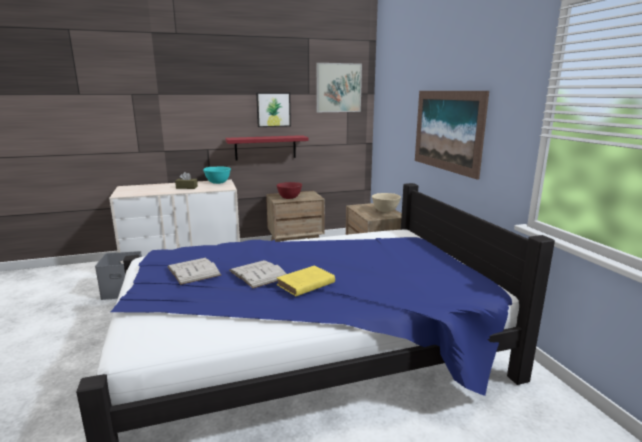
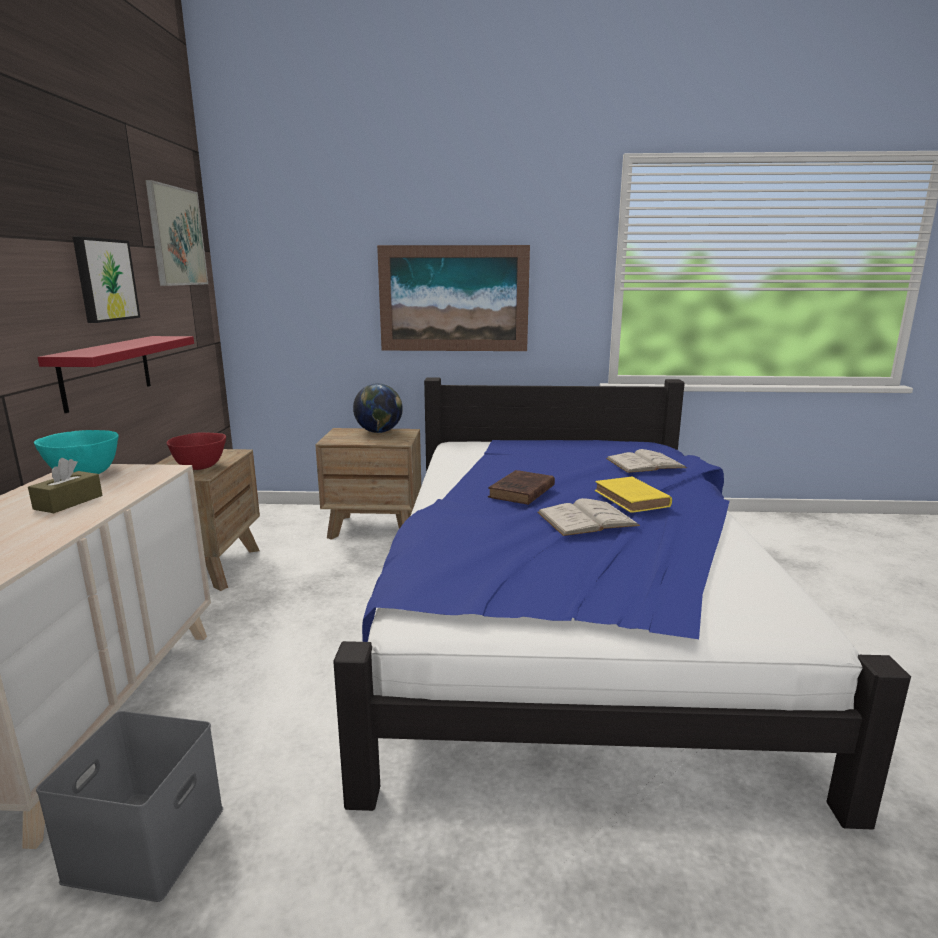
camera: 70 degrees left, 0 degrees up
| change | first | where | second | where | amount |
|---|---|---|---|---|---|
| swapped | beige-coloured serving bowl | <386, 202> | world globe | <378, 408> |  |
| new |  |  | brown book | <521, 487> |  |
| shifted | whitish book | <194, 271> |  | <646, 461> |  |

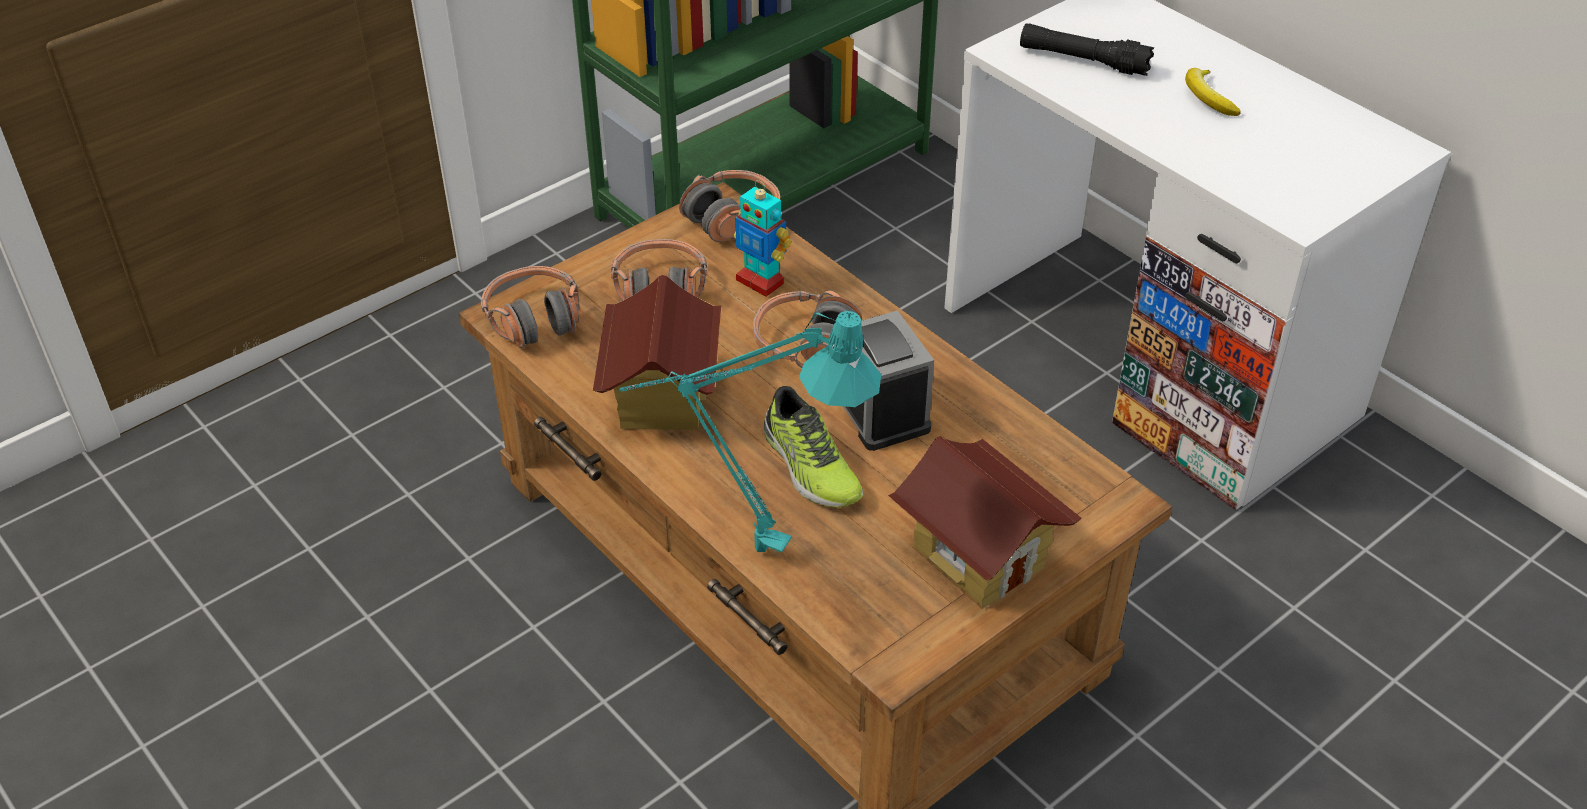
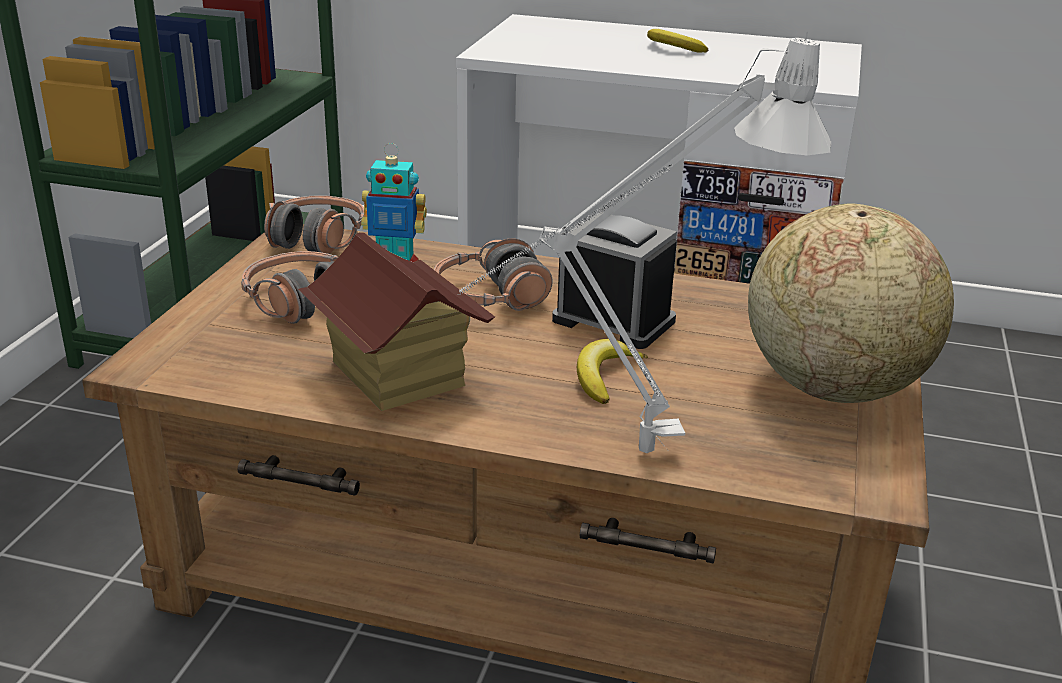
camera: 35 degrees left, 15 degrees down
| change | first | where | second | where | amount |
|---|---|---|---|---|---|
| repainted | turquoise-coloured tabletop lamp | <750, 433> | grey tabletop lamp | <644, 242> |  |
| swapped | low shoe | <813, 447> | banana | <612, 371> |  |
| swapped | toy house | <985, 522> | world globe | <851, 303> |  |
| gone | pair of headphones | <530, 307> |  |  |  |
| gone | black hand torch | <1087, 49> |  |  |  |

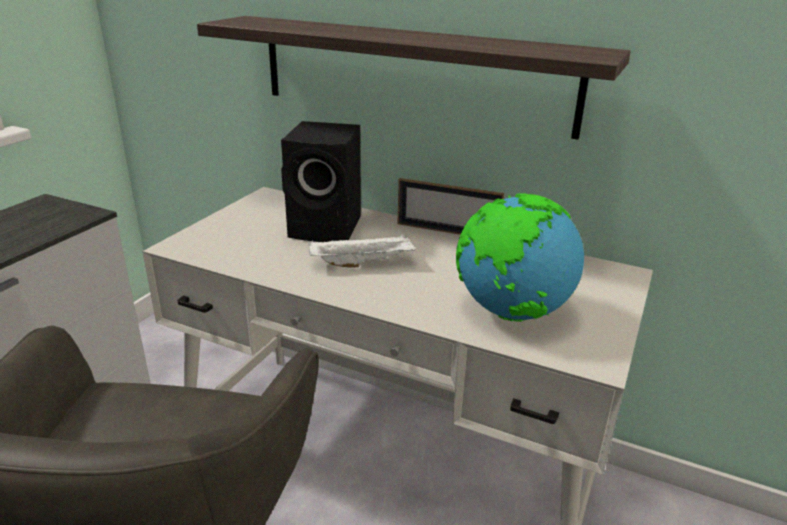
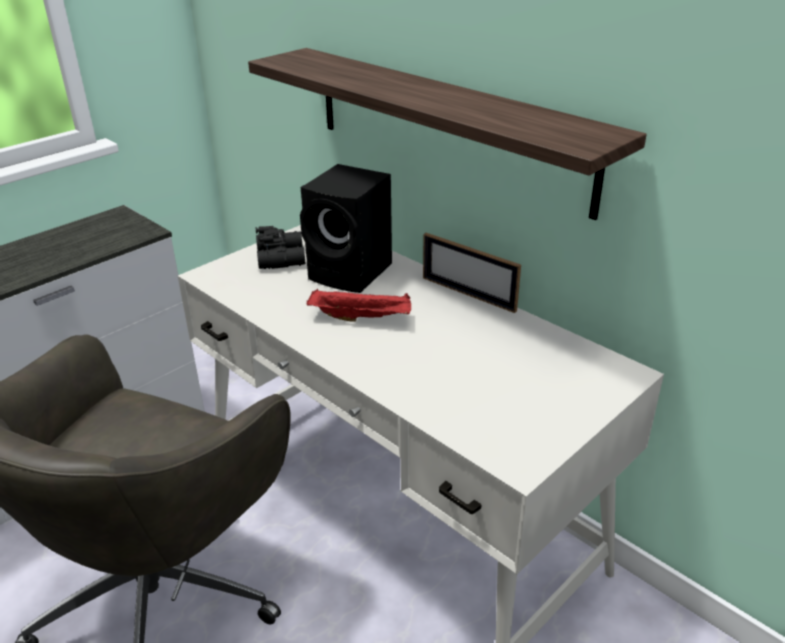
camera: 20 degrees right, 5 degrees up
| change | first | where | second | where | amount |
|---|---|---|---|---|---|
| new |  |  | black binoculars | <280, 247> |  |
| repainted | whitish tray | <362, 250> | red-coloured tray | <359, 305> |  |
| gone | world globe | <520, 257> |  |  |  |

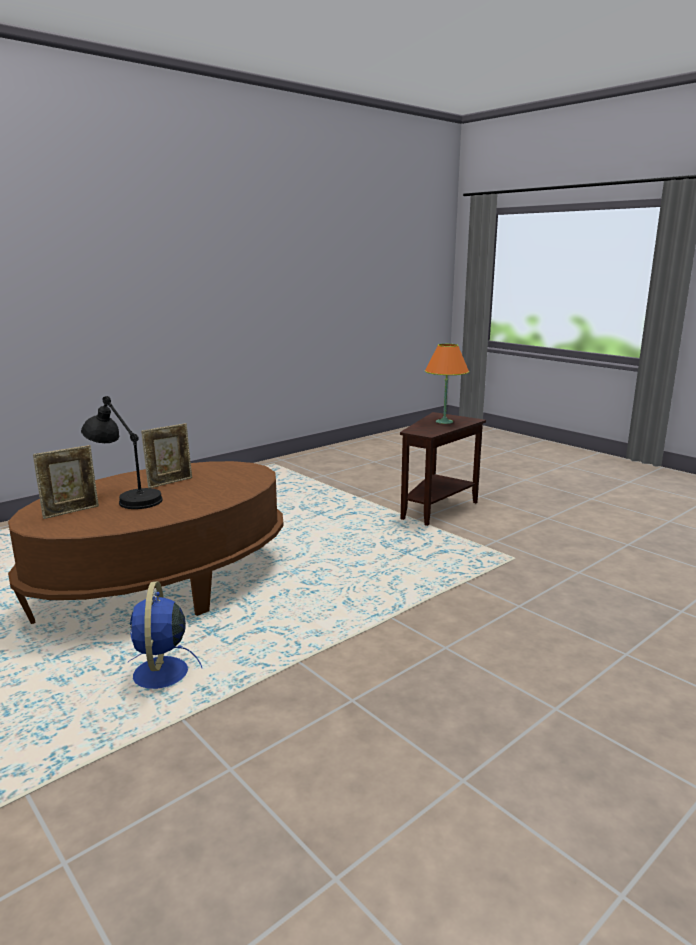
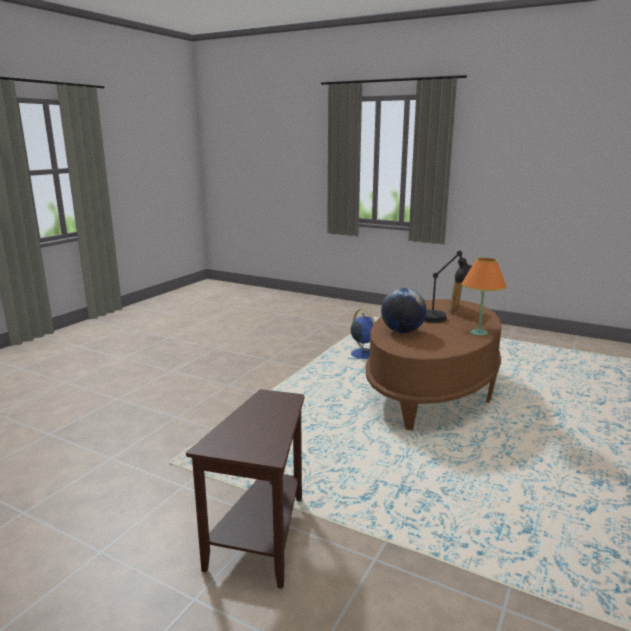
camera: 160 degrees right, 0 degrees up
| change | first | where | second | where | amount |
|---|---|---|---|---|---|
| new |  |  | world globe | <404, 310> |  |
| shifted | orange tabletop lamp | <447, 384> |  | <484, 297> |  |
| gone | photo frame | <166, 455> |  |  |  |

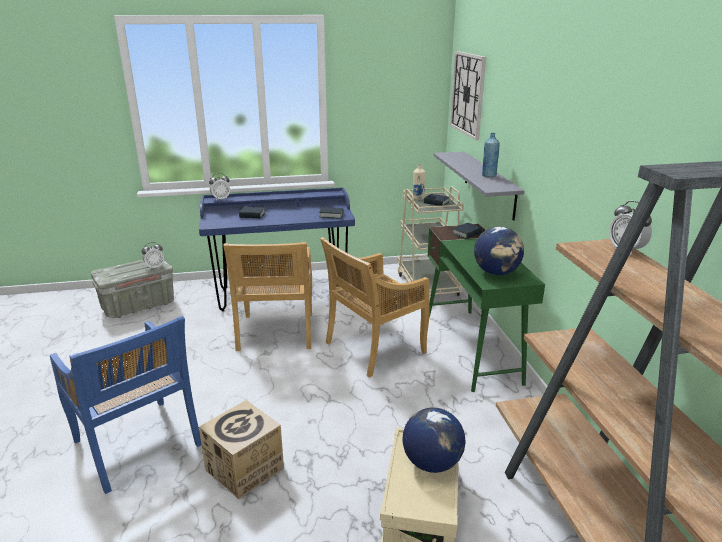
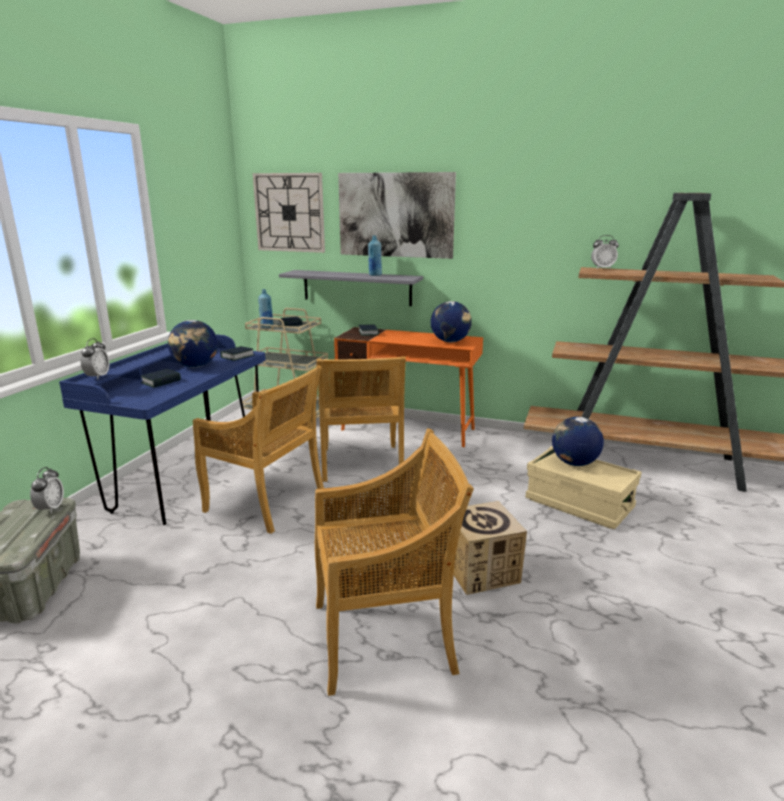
camera: 60 degrees left, 5 degrees down
| change | first | where | second | where | amount |
|---|---|---|---|---|---|
| new |  |  | world globe | <193, 344> |  |
| repainted | beige-coloured bottle | <419, 182> | blue-coloured bottle | <265, 308> |  |
| repainted | blue-coloured chair | <125, 404> | beige-coloured chair | <394, 562> |  |
| repainted | green desk | <486, 308> | orange desk | <408, 387> |  |
| new |  |  | picture | <397, 215> |  |

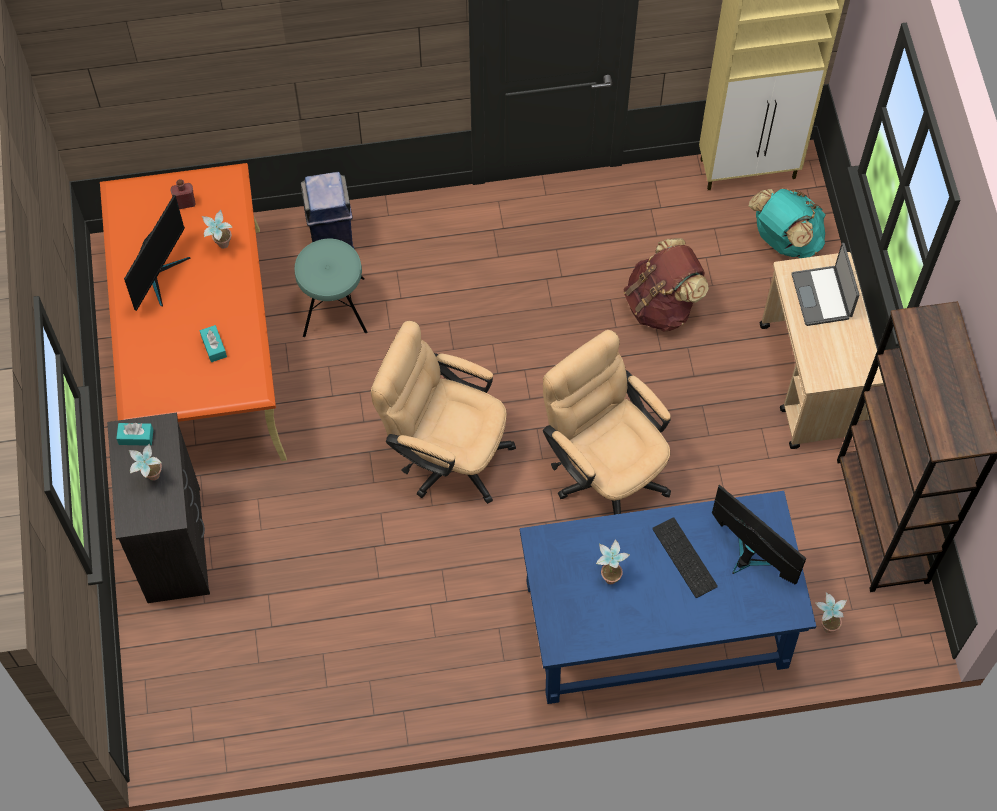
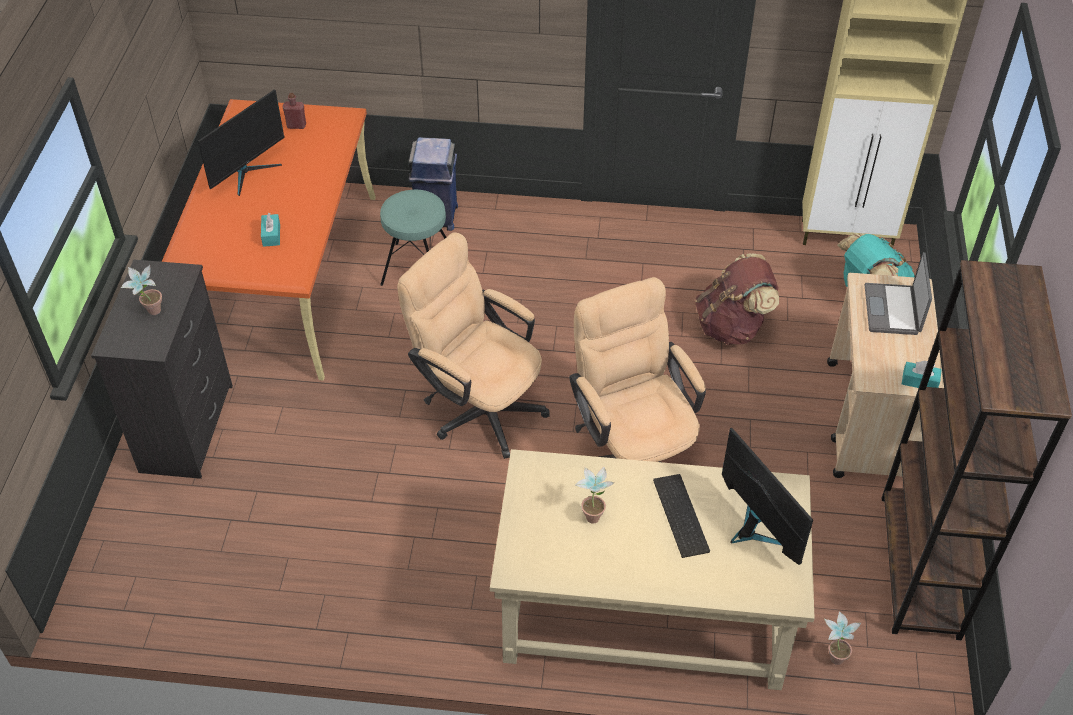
camera: 15 degrees right, 15 degrees down
| change | first | where | second | where | amount |
|---|---|---|---|---|---|
| repainted | blue-coloured desk | <668, 597> | beige-coloured desk | <652, 569> |  |
| shifted | turquoise-coloured box of tissues | <134, 434> |  | <922, 374> |  |
| gone | potted plant | <217, 229> |  |  |  |

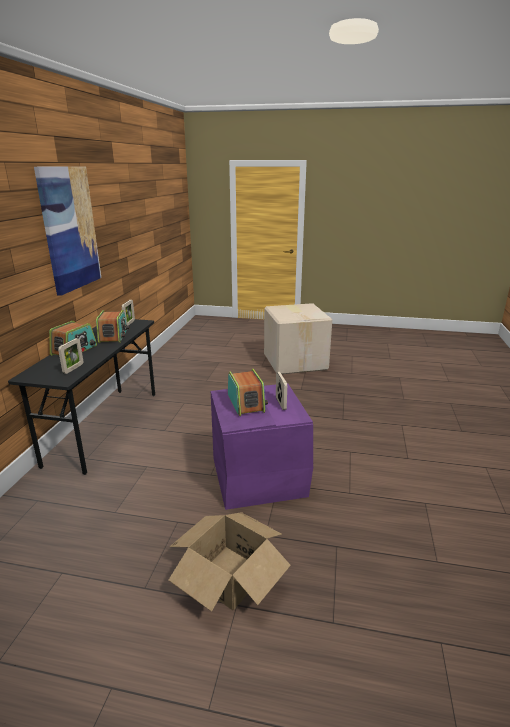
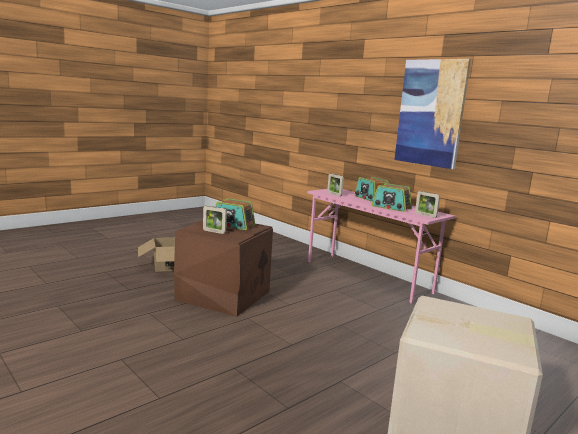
camera: 125 degrees right, 10 degrees down
| change | first | where | second | where | amount |
|---|---|---|---|---|---|
| repainted | purplish storage container | <262, 446> | brown storage container | <223, 268> |  |
| repainted | black desk | <81, 397> | pink desk | <381, 246> |  |

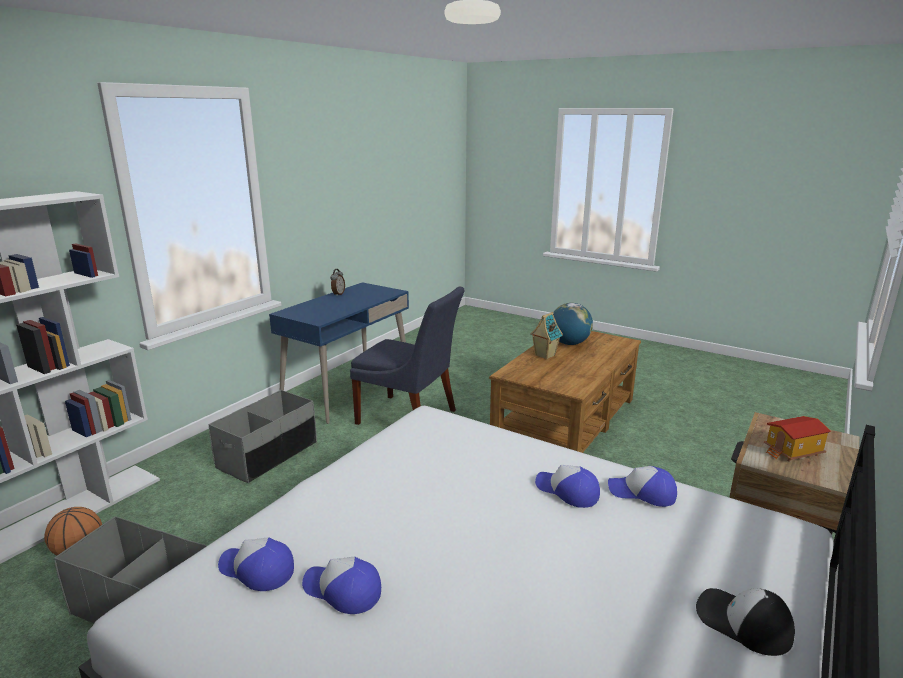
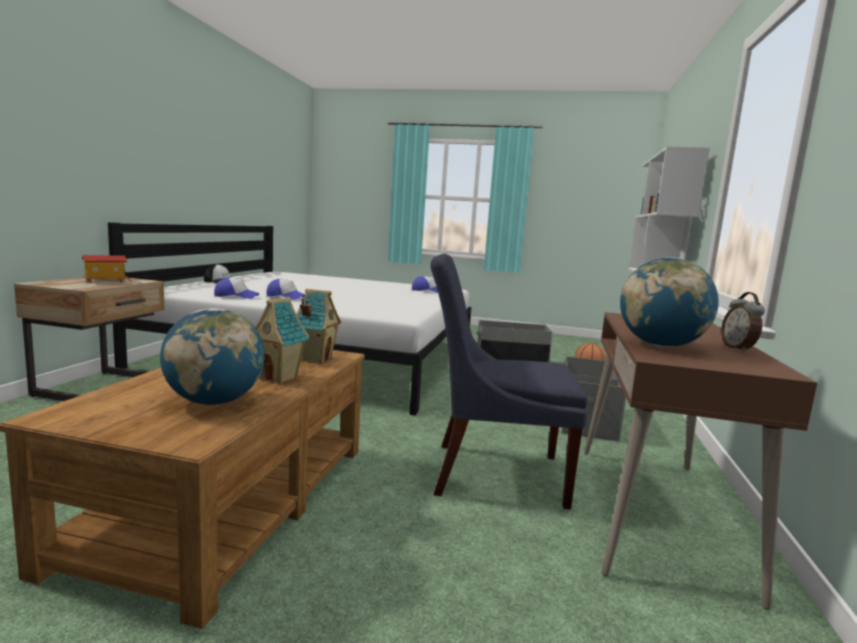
camera: 160 degrees right, 10 degrees down
| change | first | where | second | where | amount |
|---|---|---|---|---|---|
| new |  |  | toy house | <318, 326> |  |
| repainted | blue-coloured desk | <339, 353> | brown desk | <700, 461> |  |
| new |  |  | world globe | <669, 302> |  |
| gone | baseball cap | <341, 585> |  |  |  |

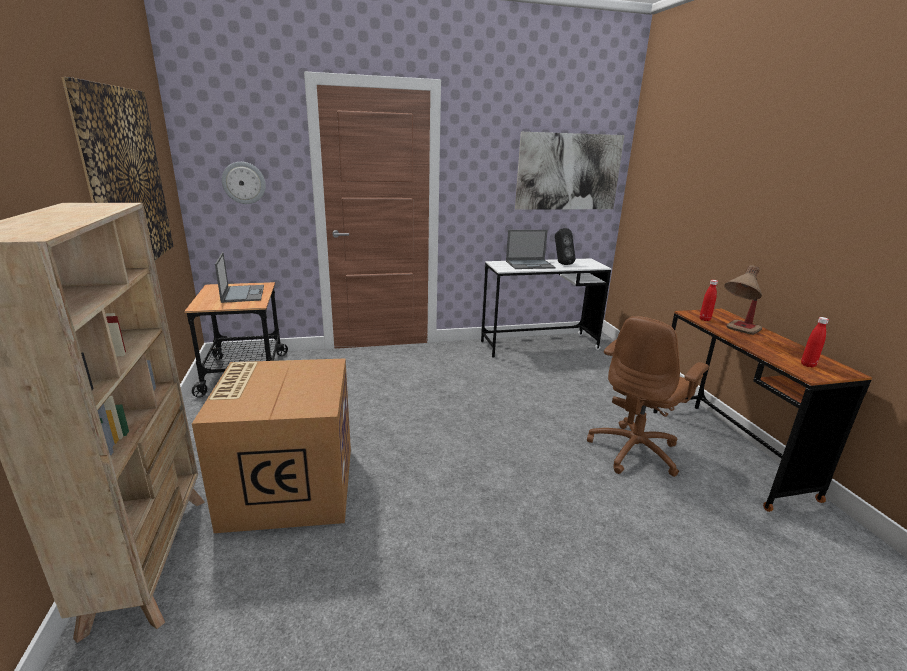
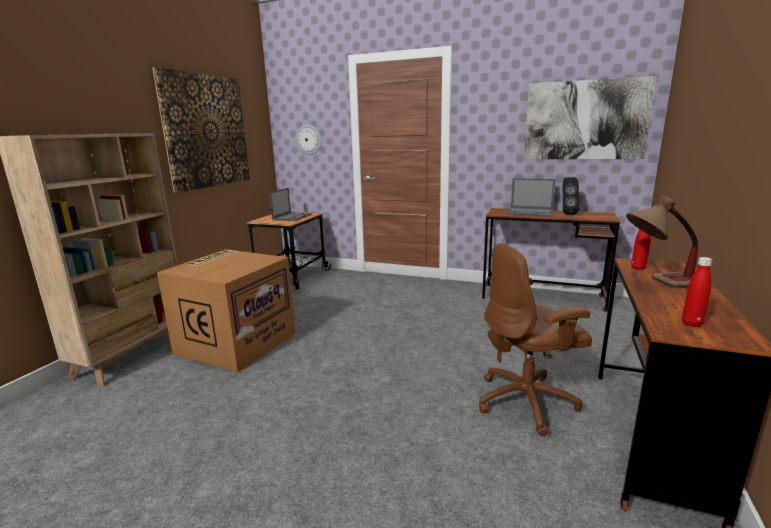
camera: 35 degrees right, 5 degrees down
| change | first | where | second | where | amount |
|---|---|---|---|---|---|
| repainted | whitish desk | <546, 307> | brown desk | <551, 260> |  |

